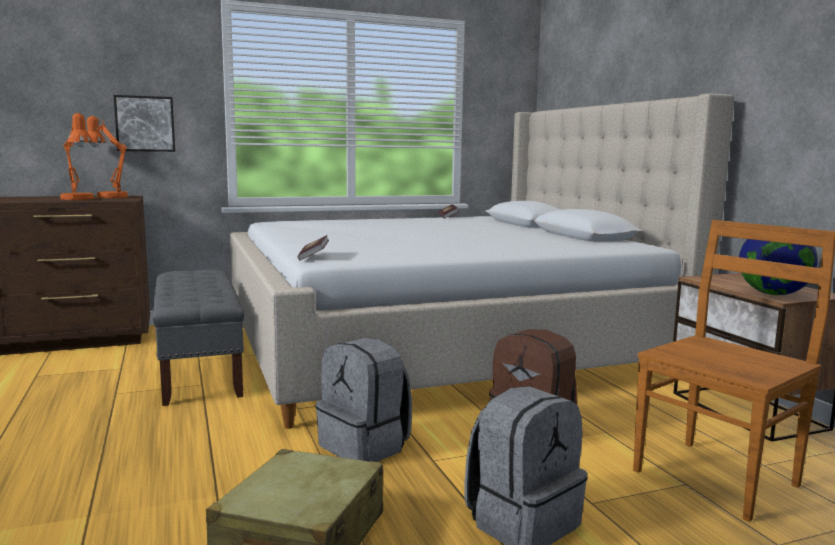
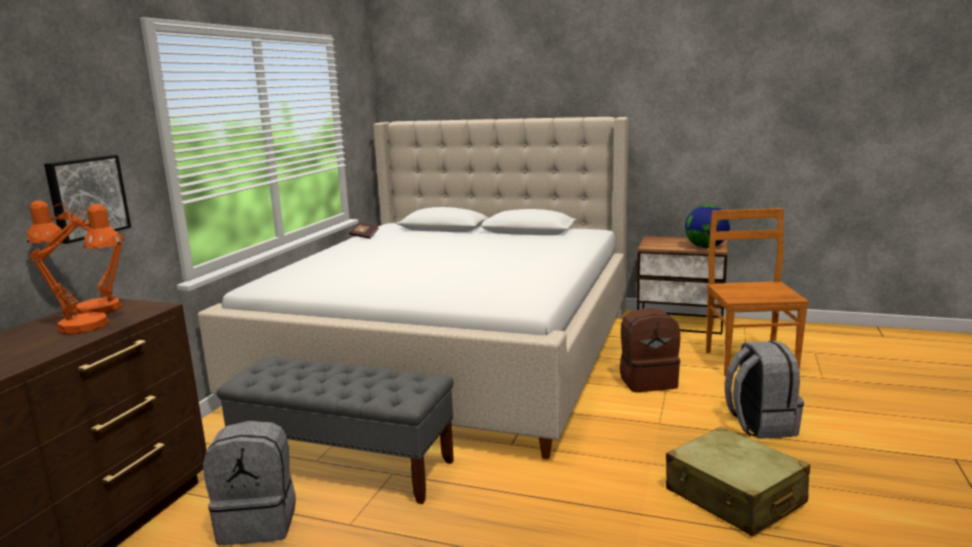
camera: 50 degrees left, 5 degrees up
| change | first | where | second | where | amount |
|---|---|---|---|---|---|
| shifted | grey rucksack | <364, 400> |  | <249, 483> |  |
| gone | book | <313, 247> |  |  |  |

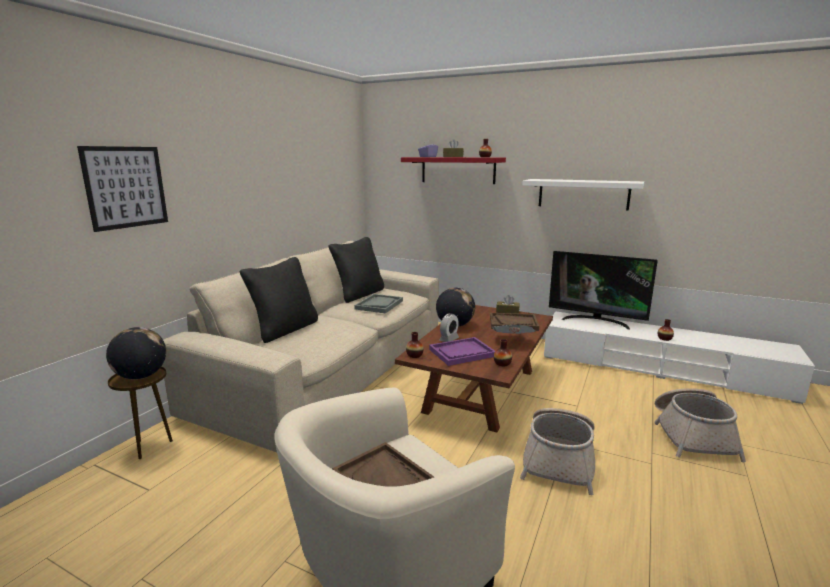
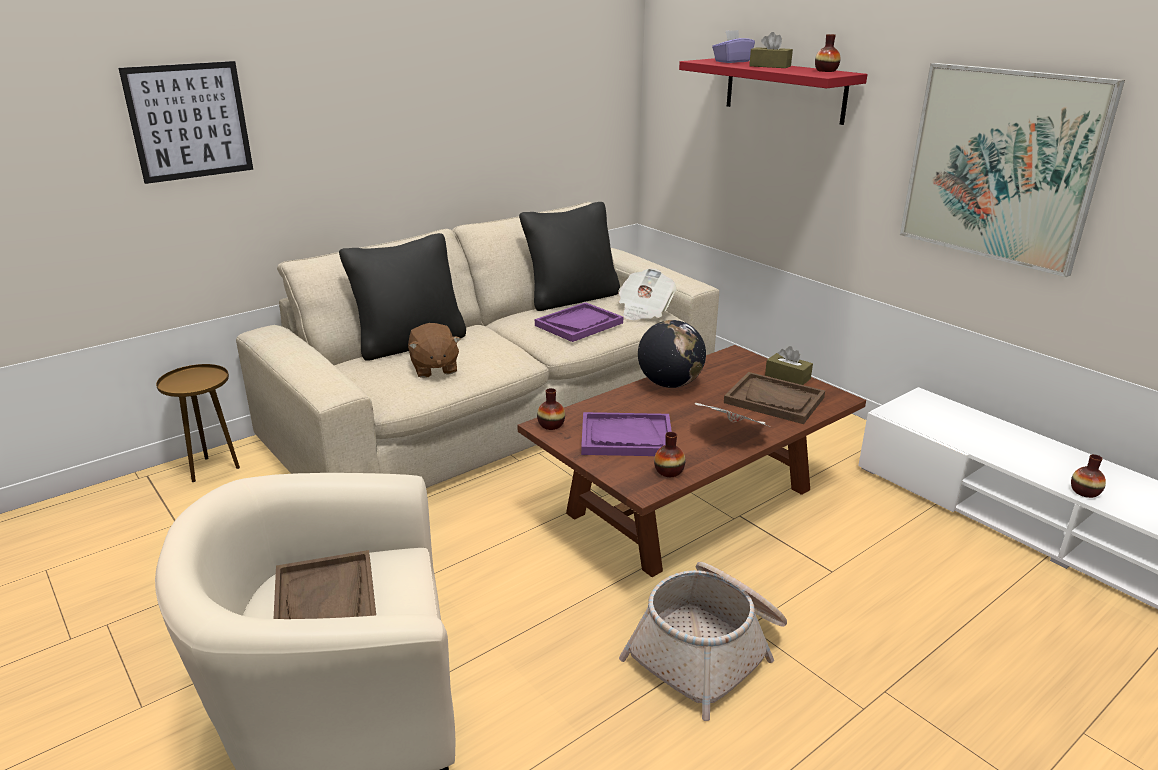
camera: 25 degrees right, 10 degrees up
| change | first | where | second | where | amount |
|---|---|---|---|---|---|
| new |  |  | brown soft toy | <434, 350> |  |
| repainted | grey tray | <378, 304> | purplish tray | <579, 322> |  |
| new |  |  | printed paper | <647, 294> |  |
| swapped | whitish shelf | <583, 194> | picture | <1012, 170> |  |
| gone | world globe | <136, 353> |  |  |  |
| gone | bedside clock | <449, 327> |  |  |  |
| gone | television | <603, 290> |  |  |  |
| gone | household basket | <700, 425> |  |  |  |

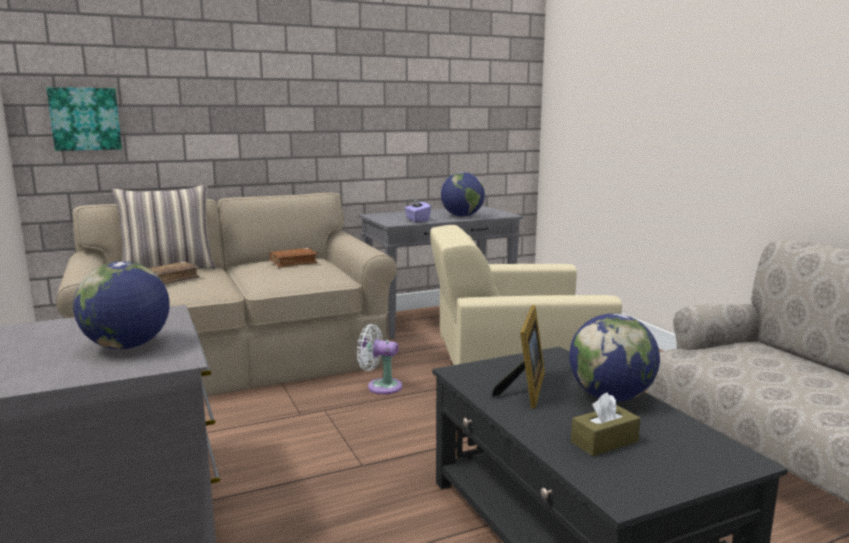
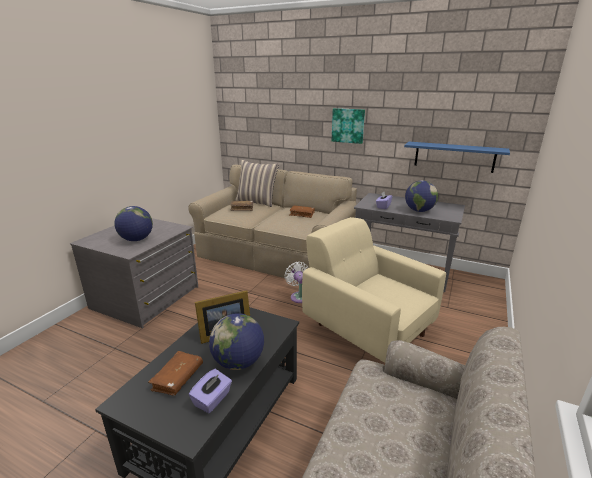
camera: 50 degrees right, 10 degrees up
| change | first | where | second | where | amount |
|---|---|---|---|---|---|
| swapped | brown box of tissues | <605, 424> | brown book | <175, 373> |  |
| new |  |  | purplish box of tissues | <210, 391> |  |
| shifted | picture | <84, 119> |  | <348, 126> |  |
| new |  |  | blue-coloured shelf | <457, 157> |  |

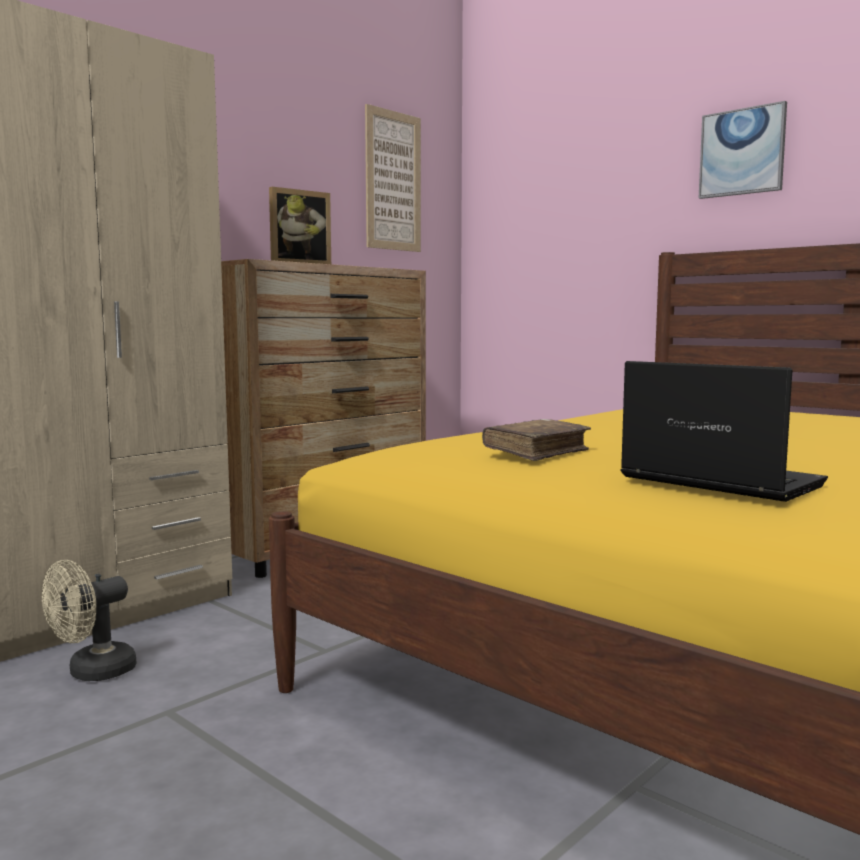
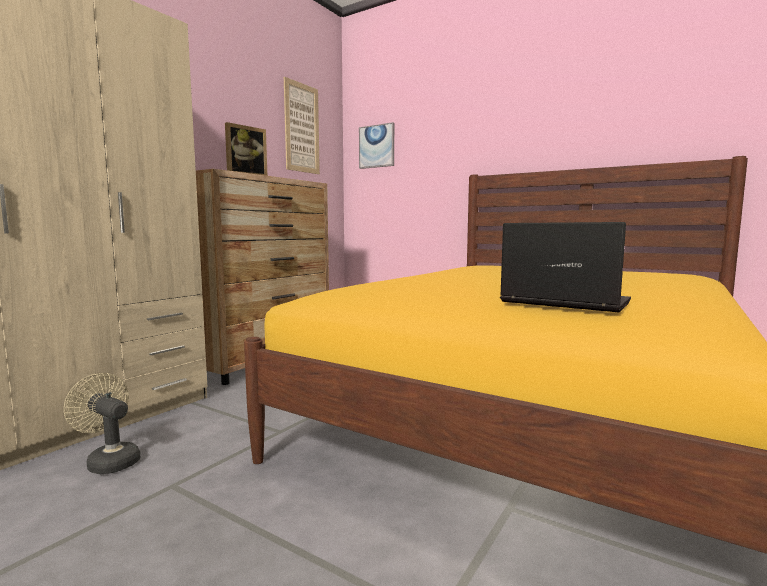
camera: 10 degrees left, 0 degrees up
| change | first | where | second | where | amount |
|---|---|---|---|---|---|
| rotated | beige-coloured fan | <89, 620> |  | <102, 423> | 90 degrees clockwise |
| shifted | picture | <743, 150> |  | <376, 145> |  |
| gone | brown book | <536, 440> |  |  |  |

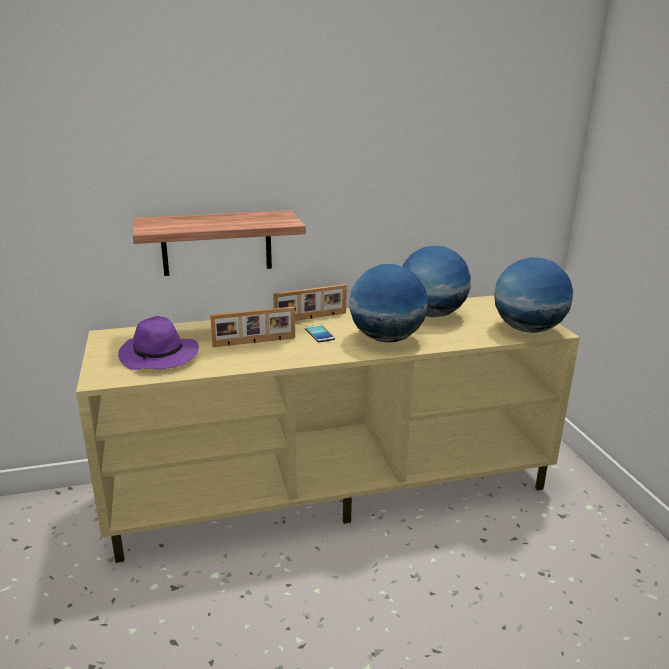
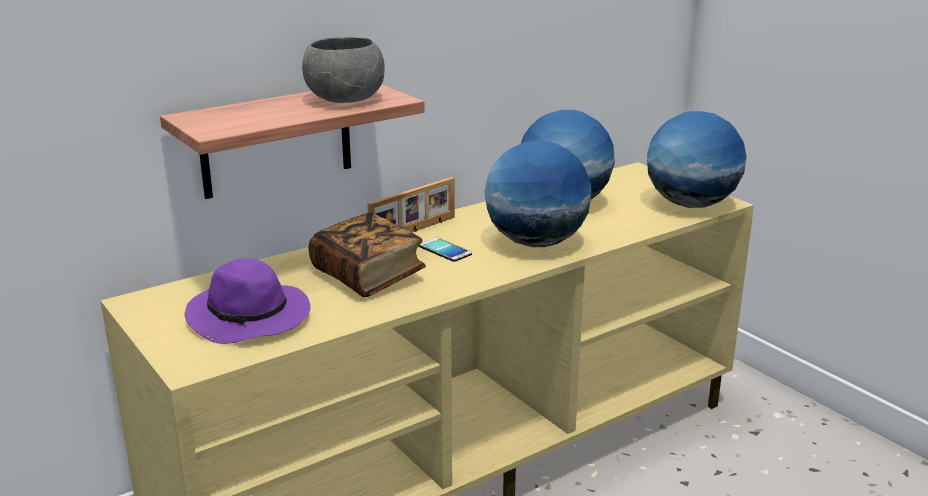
camera: 20 degrees left, 0 degrees up
| change | first | where | second | where | amount |
|---|---|---|---|---|---|
| new |  |  | grey serving bowl | <343, 70> |  |
| swapped | photo frame | <252, 327> | book | <367, 254> |  |

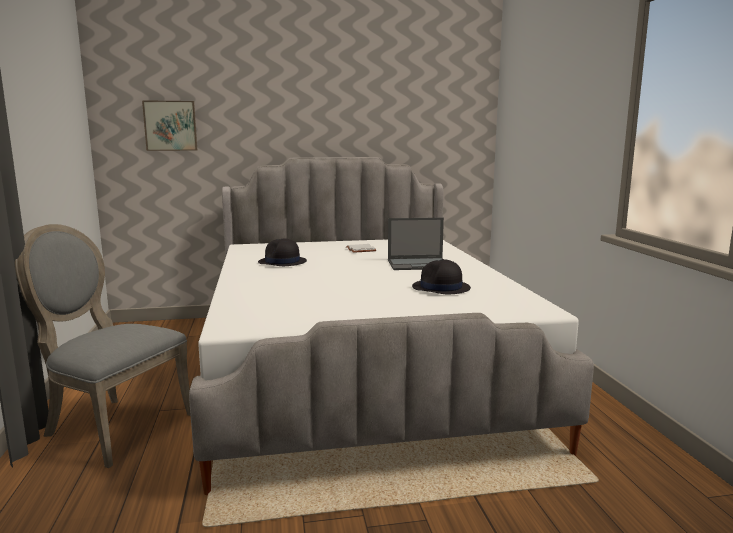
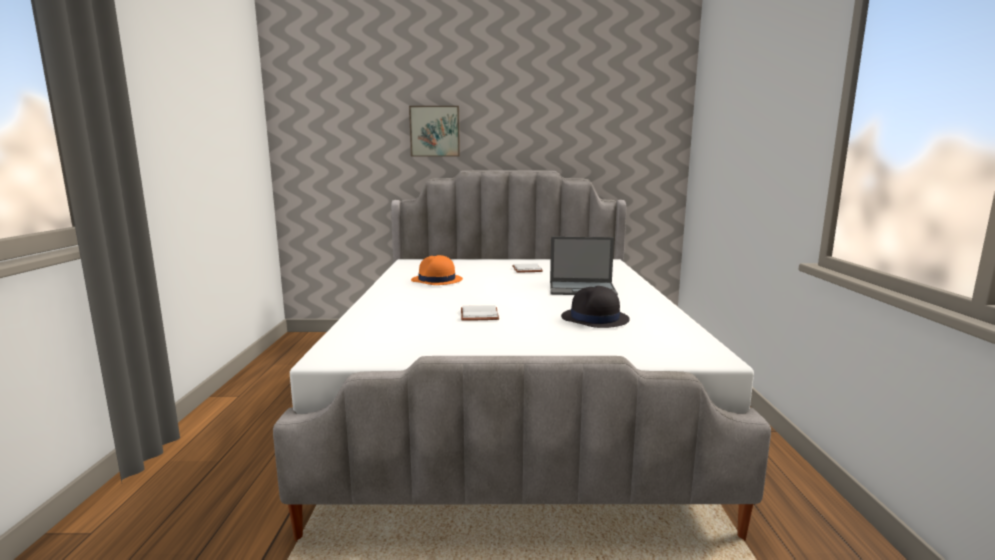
camera: 10 degrees right, 0 degrees up
| change | first | where | second | where | amount |
|---|---|---|---|---|---|
| shifted | picture | <169, 125> |  | <434, 131> |  |
| repainted | black hat | <282, 252> | orange hat | <437, 270> |  |
| new |  |  | whitish book | <480, 313> |  |
| gone | grey chair | <103, 346> |  |  |  |

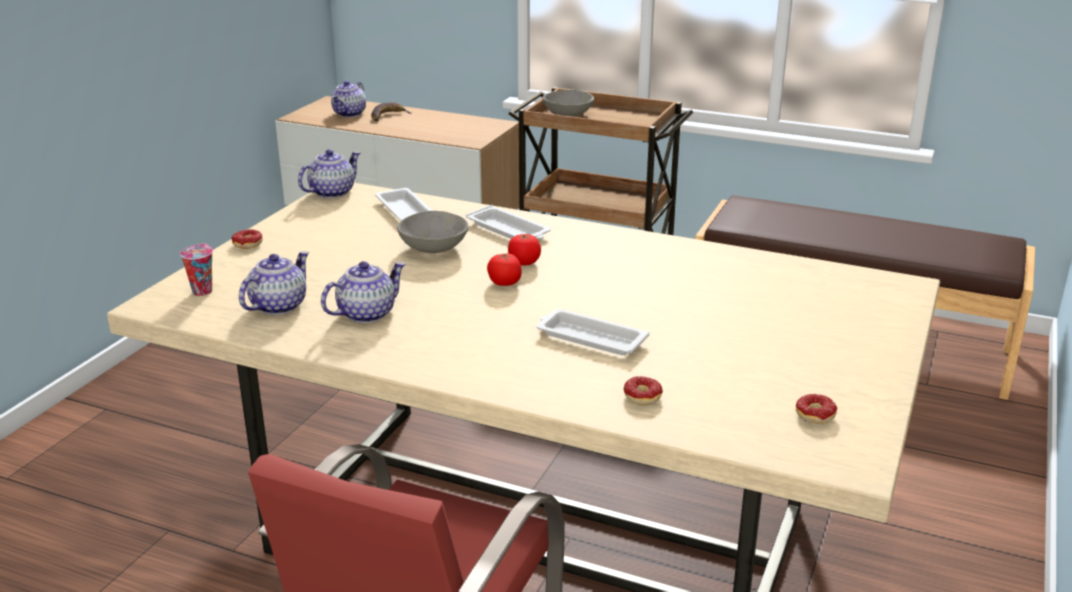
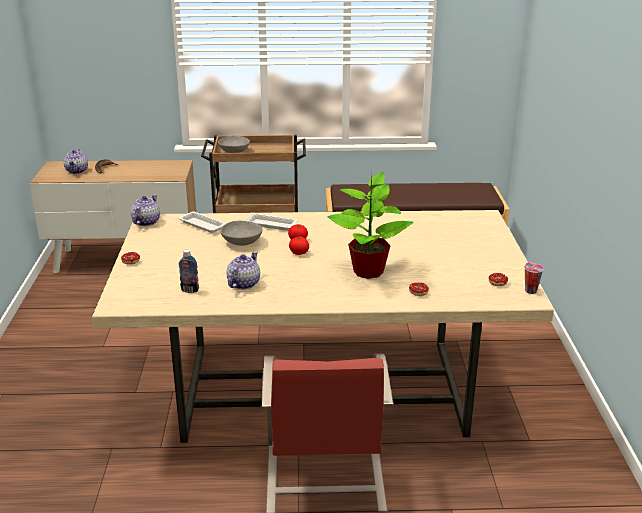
camera: 25 degrees left, 0 degrees up
| change | first | where | second | where | amount |
|---|---|---|---|---|---|
| swapped | tea pot | <274, 283> | bottle | <189, 271> |  |
| swapped | whitish tray | <593, 332> | potted plant | <370, 225> |  |
| shifted | drinking cup | <196, 270> |  | <534, 278> |  |

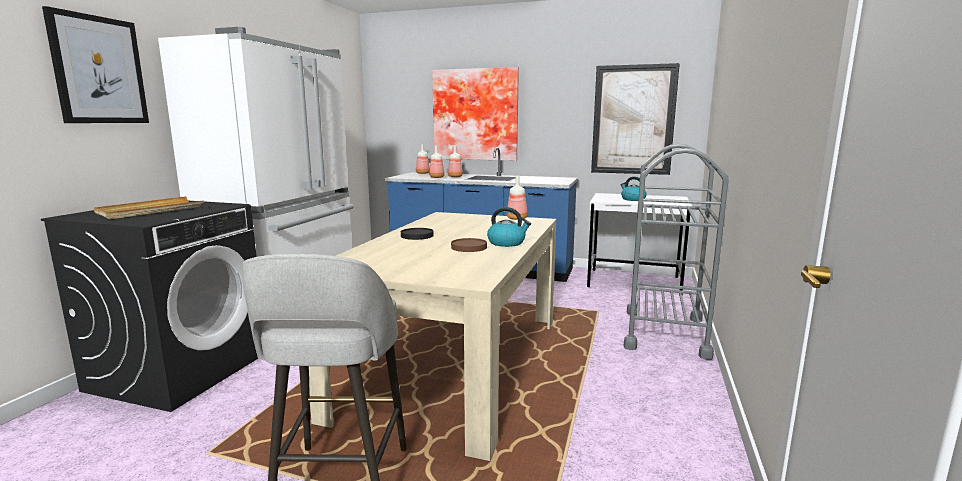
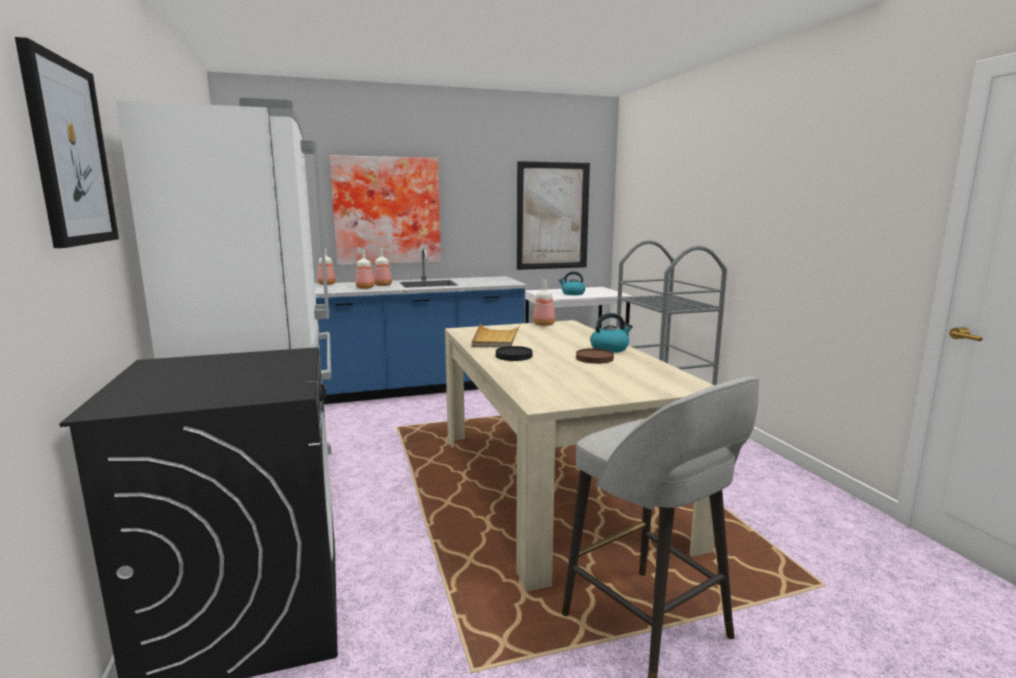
camera: 35 degrees left, 0 degrees up
| change | first | where | second | where | amount |
|---|---|---|---|---|---|
| shifted | beige-coloured tray | <149, 208> |  | <496, 335> |  |

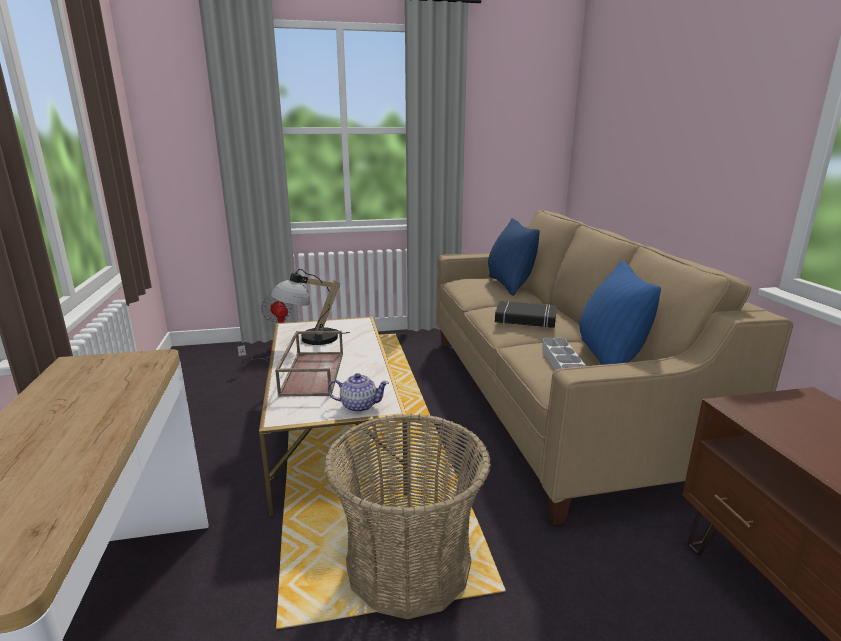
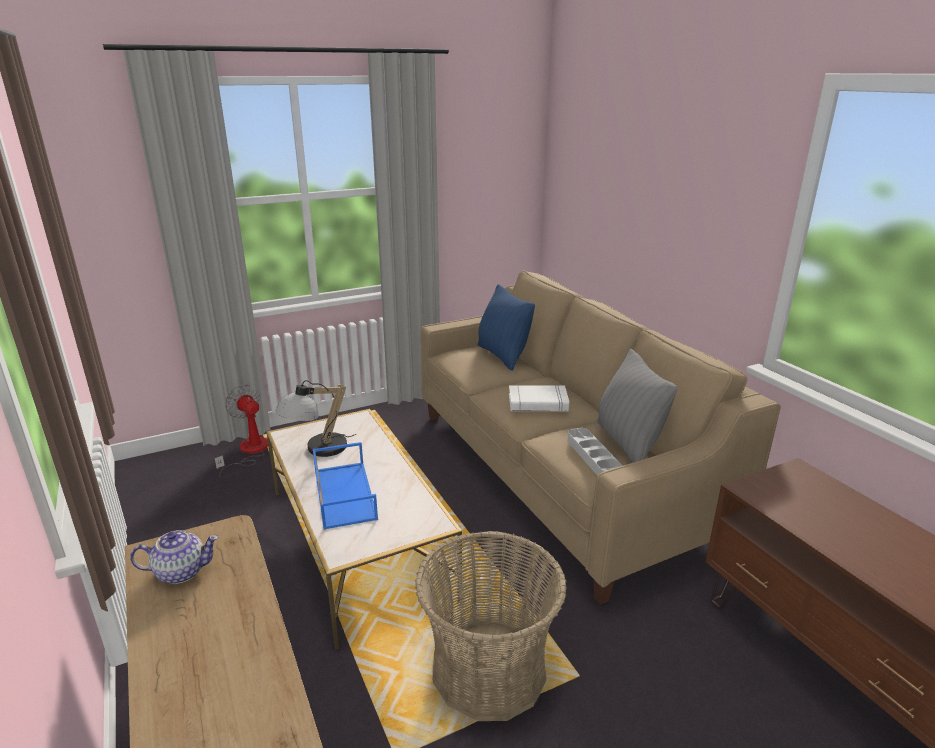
camera: 15 degrees left, 5 degrees up
| change | first | where | second | where | amount |
|---|---|---|---|---|---|
| shifted | tea pot | <358, 392> |  | <174, 557> |  |
| repainted | brown tray | <309, 364> | blue-coloured tray | <345, 486> |  |
| repainted | black book | <526, 314> | whitish book | <539, 399> |  |
| repainted | blue-coloured cushion | <620, 312> | grey cushion | <637, 406> |  |

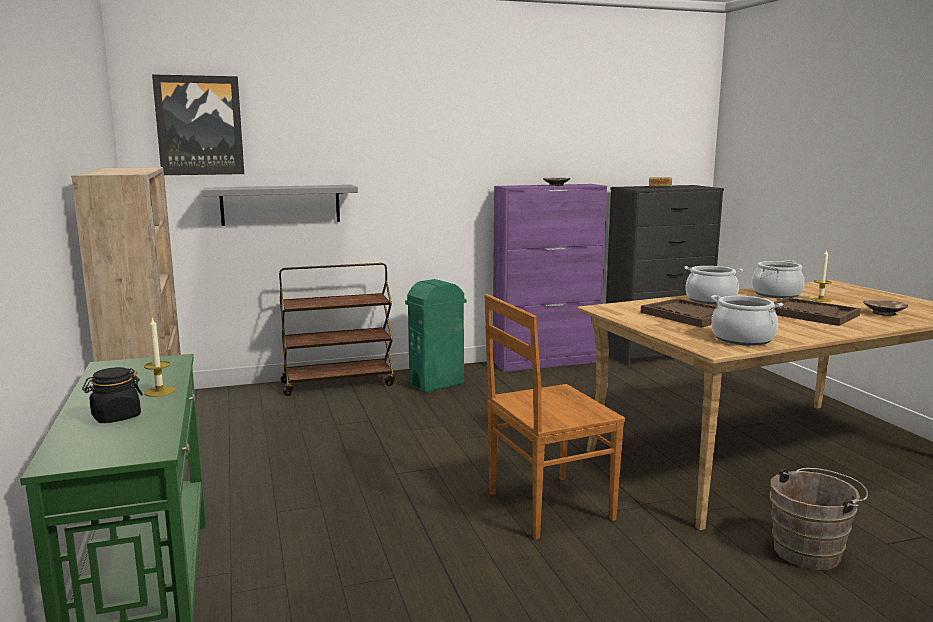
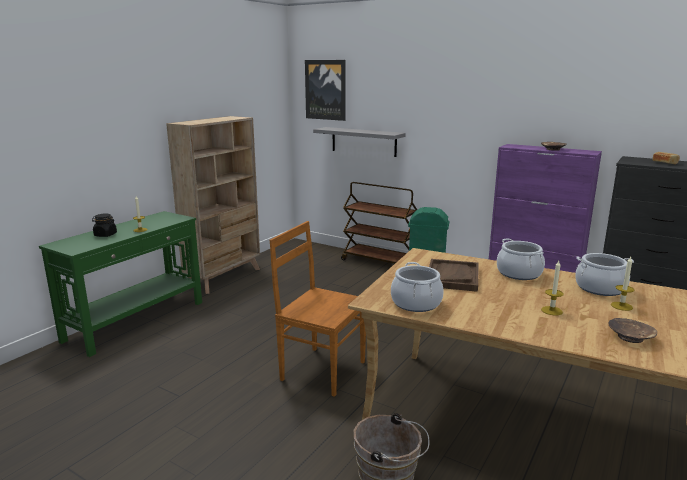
camera: 50 degrees right, 5 degrees up
| change | first | where | second | where | amount |
|---|---|---|---|---|---|
| swapped | brown tray | <817, 311> | candle | <552, 288> |  |

